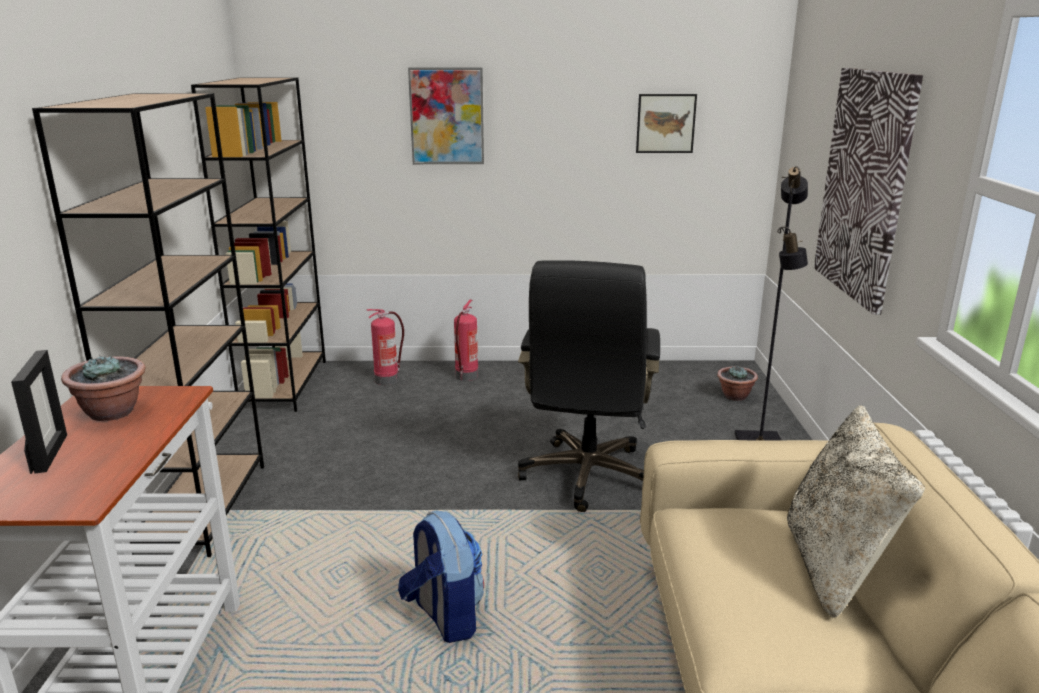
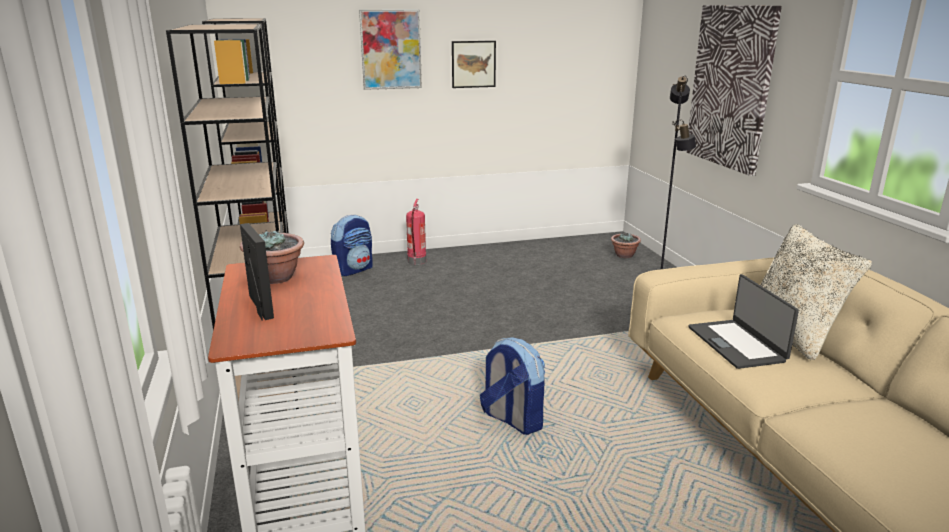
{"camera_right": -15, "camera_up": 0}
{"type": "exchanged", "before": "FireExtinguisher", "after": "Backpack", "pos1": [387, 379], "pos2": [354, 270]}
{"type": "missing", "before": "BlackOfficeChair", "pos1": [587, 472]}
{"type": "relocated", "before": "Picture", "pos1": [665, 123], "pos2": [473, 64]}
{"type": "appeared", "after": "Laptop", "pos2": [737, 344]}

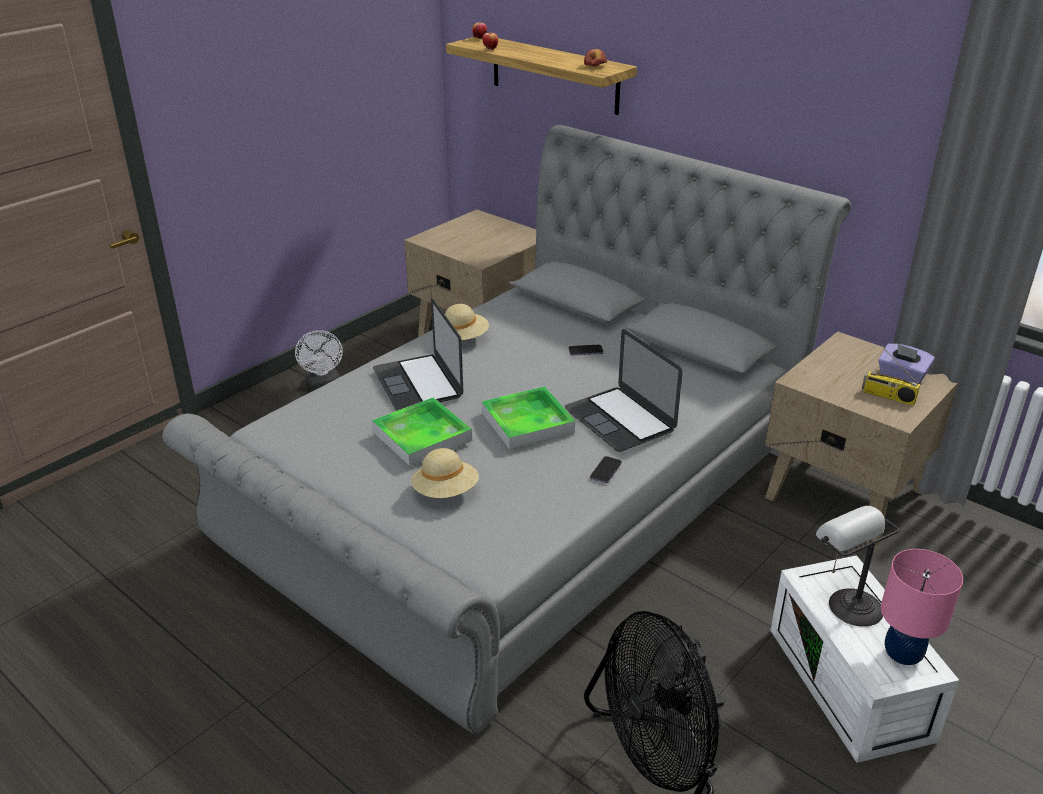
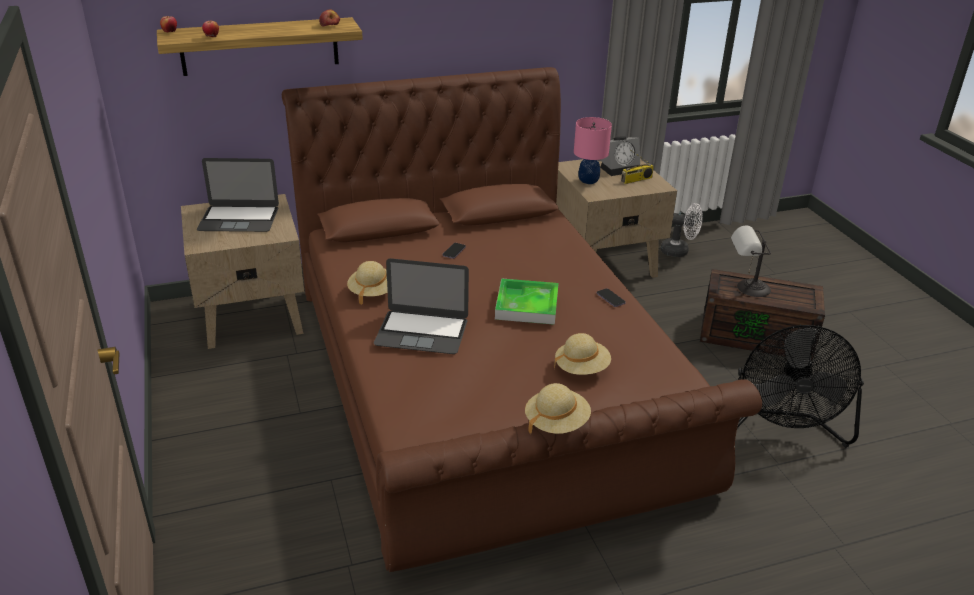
{"camera_right": -60, "camera_up": 0}
{"type": "colour", "before": "GreyBed", "after": "BrownBed", "pos1": [521, 491], "pos2": [484, 378]}
{"type": "relocated", "before": "WhiteFan", "pos1": [323, 385], "pos2": [679, 251]}
{"type": "missing", "before": "Tray", "pos1": [422, 436]}
{"type": "relocated", "before": "Laptop", "pos1": [619, 419], "pos2": [239, 219]}
{"type": "colour", "before": "WhiteStorageBox", "after": "BrownStorageBox", "pos1": [852, 684], "pos2": [757, 335]}
{"type": "exchanged", "before": "PurpleTissueBox", "after": "AlarmClock", "pos1": [901, 376], "pos2": [620, 168]}
{"type": "relocated", "before": "PinkTableLamp", "pos1": [901, 653], "pos2": [587, 181]}
{"type": "appeared", "after": "BeigeHat", "pos2": [556, 422]}

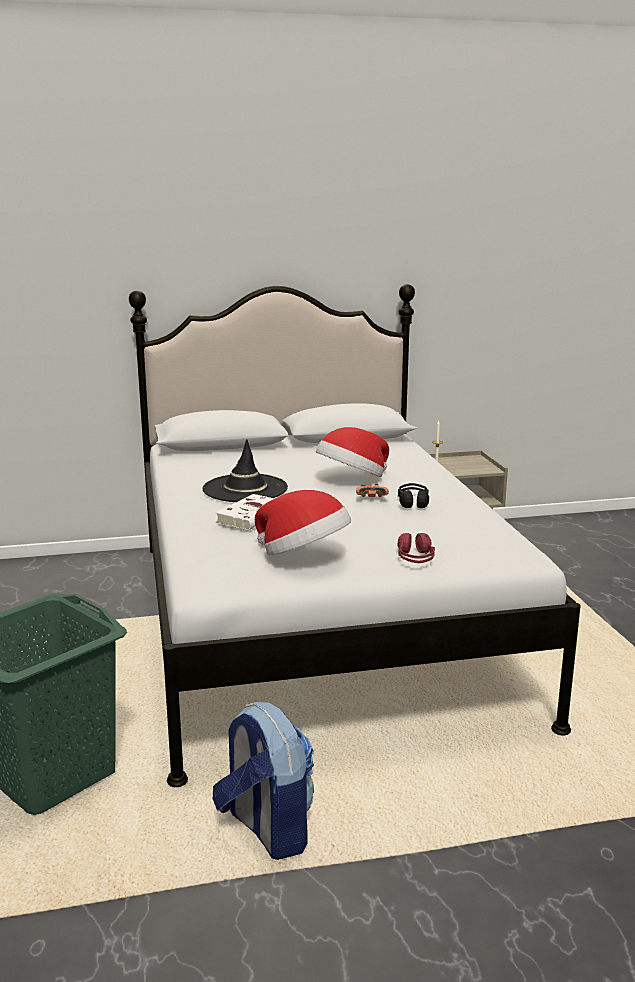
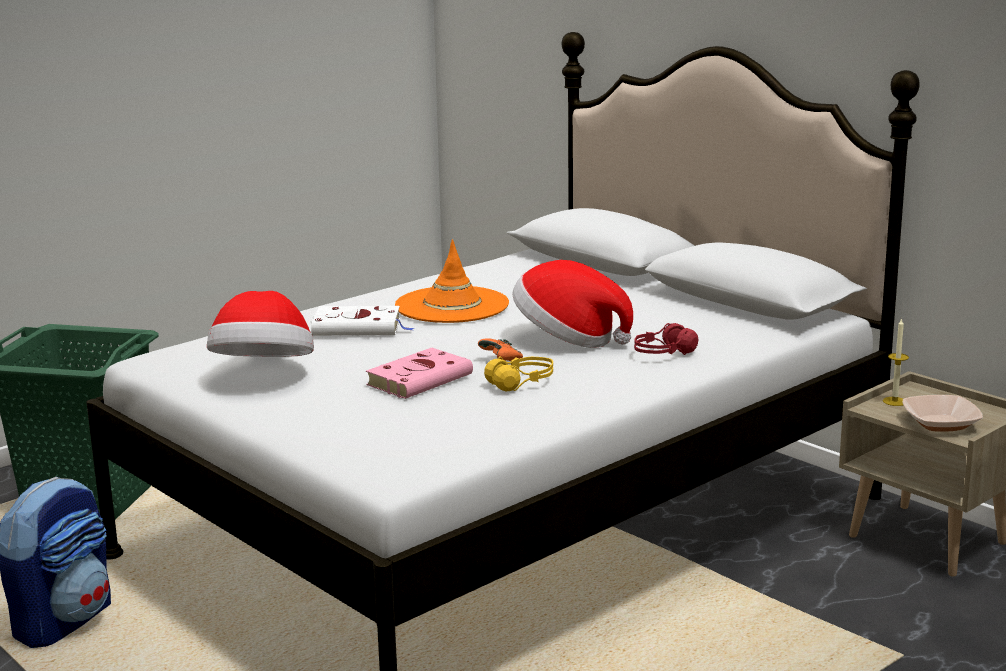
{"camera_right": 60, "camera_up": 0}
{"type": "colour", "before": "BlackHat", "after": "OrangeHat", "pos1": [245, 489], "pos2": [452, 305]}
{"type": "colour", "before": "BlackHeadphones", "after": "YellowHeadphones", "pos1": [413, 502], "pos2": [521, 383]}
{"type": "relocated", "before": "RedHeadphones", "pos1": [415, 559], "pos2": [663, 353]}
{"type": "appeared", "after": "PinkBook", "pos2": [421, 379]}
{"type": "appeared", "after": "Bowl", "pos2": [940, 423]}

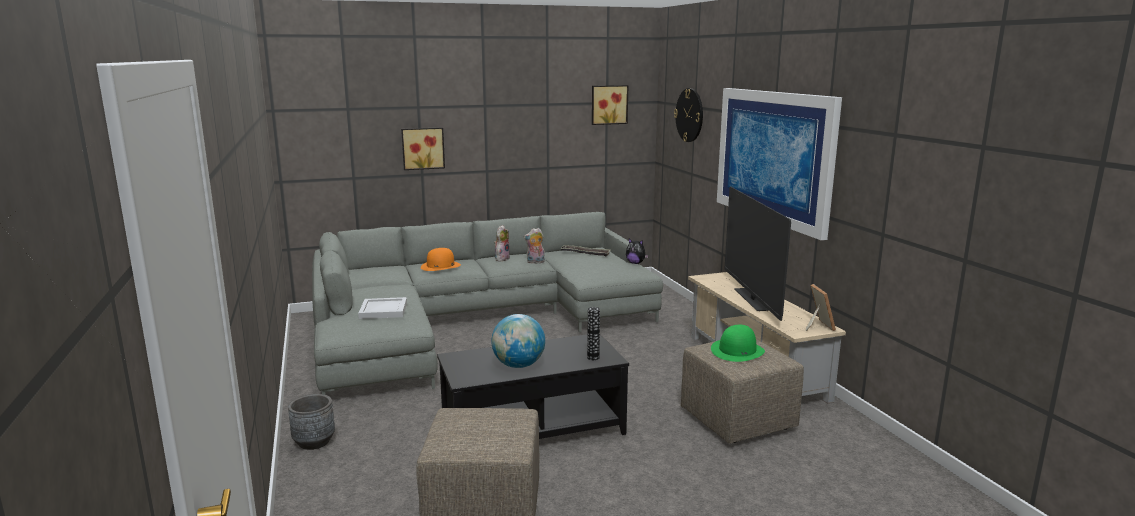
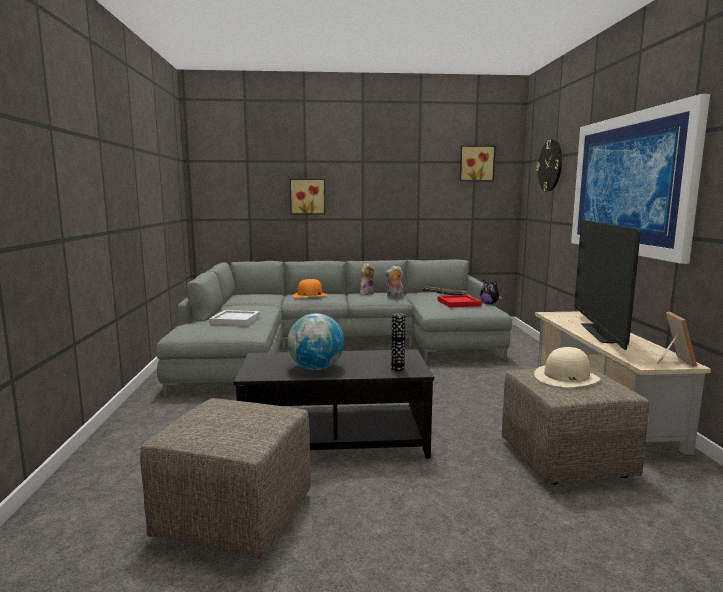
{"camera_right": 15, "camera_up": -5}
{"type": "missing", "before": "GreyPlanter", "pos1": [314, 442]}
{"type": "colour", "before": "GreenHat", "after": "BeigeHat", "pos1": [737, 351], "pos2": [566, 377]}
{"type": "appeared", "after": "RedTray", "pos2": [458, 303]}

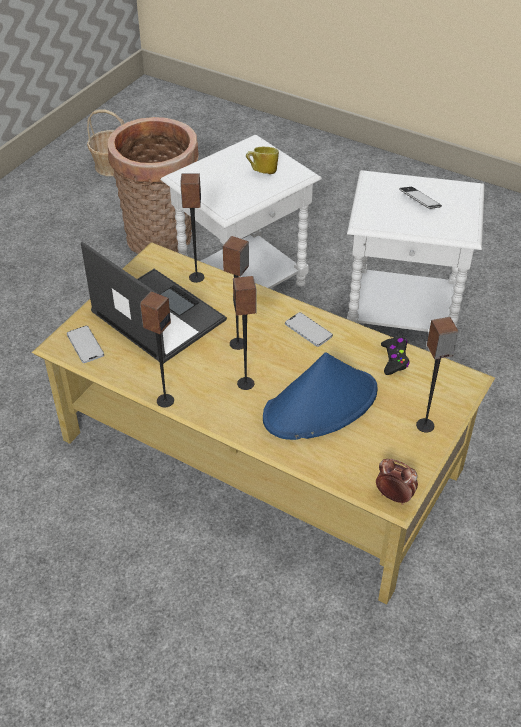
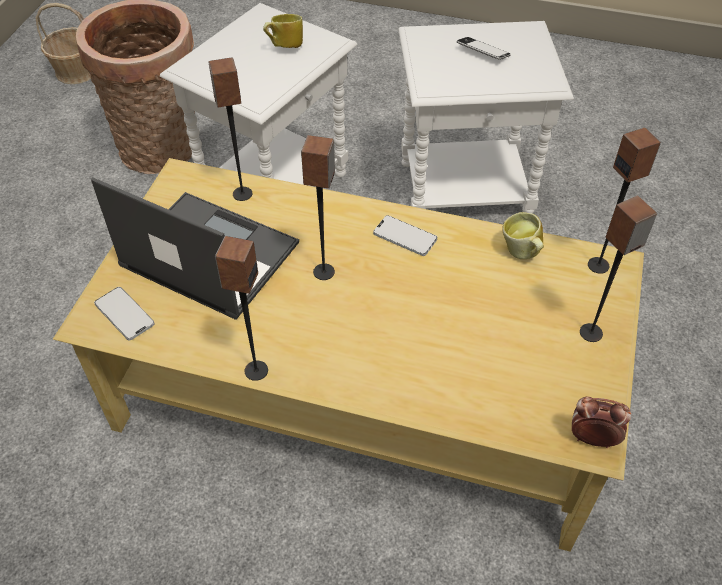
{"camera_right": -15, "camera_up": 5}
{"type": "relocated", "before": "Speaker", "pos1": [246, 383], "pos2": [598, 265]}
{"type": "missing", "before": "BlueHat", "pos1": [321, 405]}
{"type": "exchanged", "before": "BlackGameController", "after": "Mug", "pos1": [394, 359], "pos2": [521, 254]}

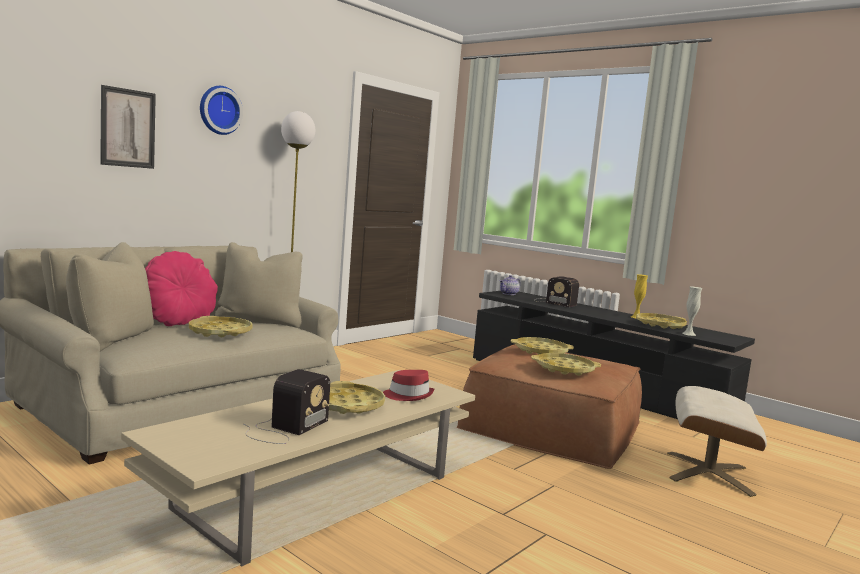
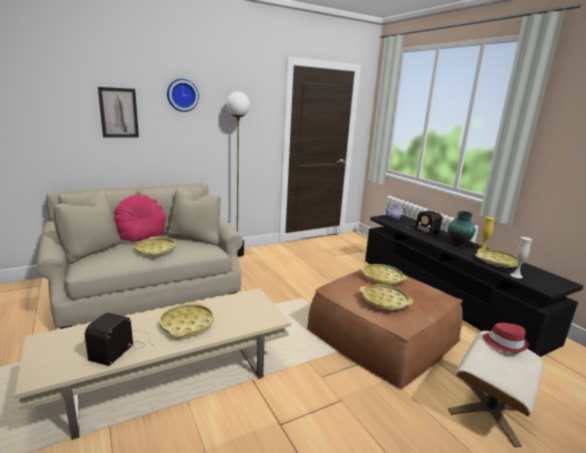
{"camera_right": 20, "camera_up": 10}
{"type": "spun", "before": "Radio", "pos1": [285, 429], "pos2": [123, 345], "turn": 150}
{"type": "relocated", "before": "RedHat", "pos1": [408, 395], "pos2": [505, 343]}
{"type": "appeared", "after": "Vase", "pos2": [458, 244]}

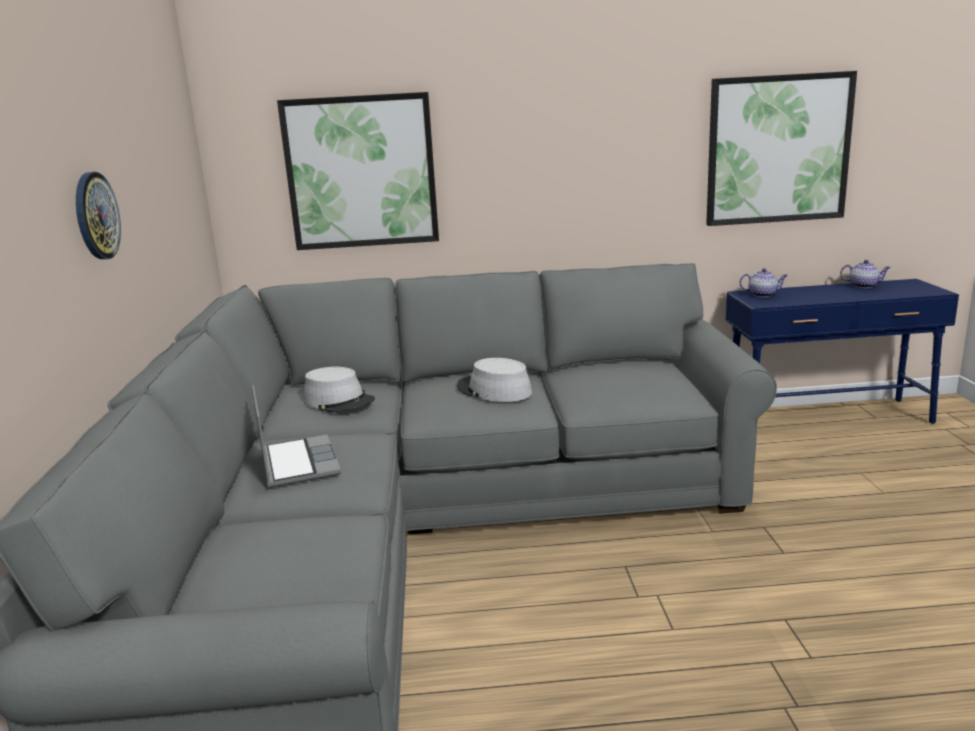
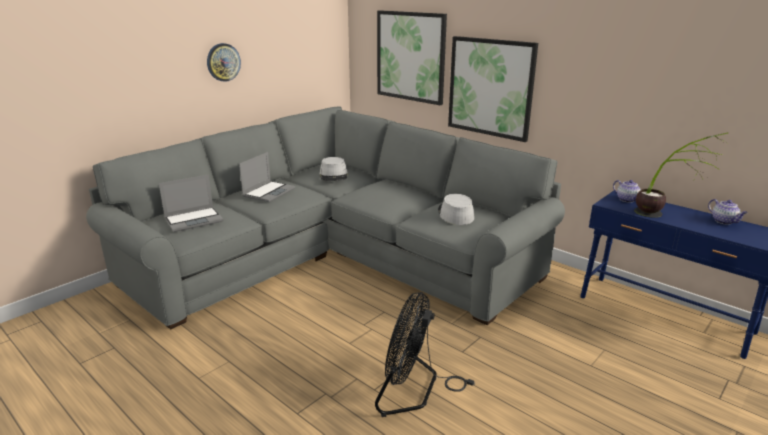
{"camera_right": 45, "camera_up": 5}
{"type": "relocated", "before": "GreyHat", "pos1": [494, 390], "pos2": [455, 214]}
{"type": "relocated", "before": "Picture", "pos1": [778, 149], "pos2": [490, 87]}
{"type": "appeared", "after": "Laptop", "pos2": [194, 220]}
{"type": "appeared", "after": "BlackFan", "pos2": [417, 386]}
{"type": "appeared", "after": "PottedPlant", "pos2": [665, 216]}

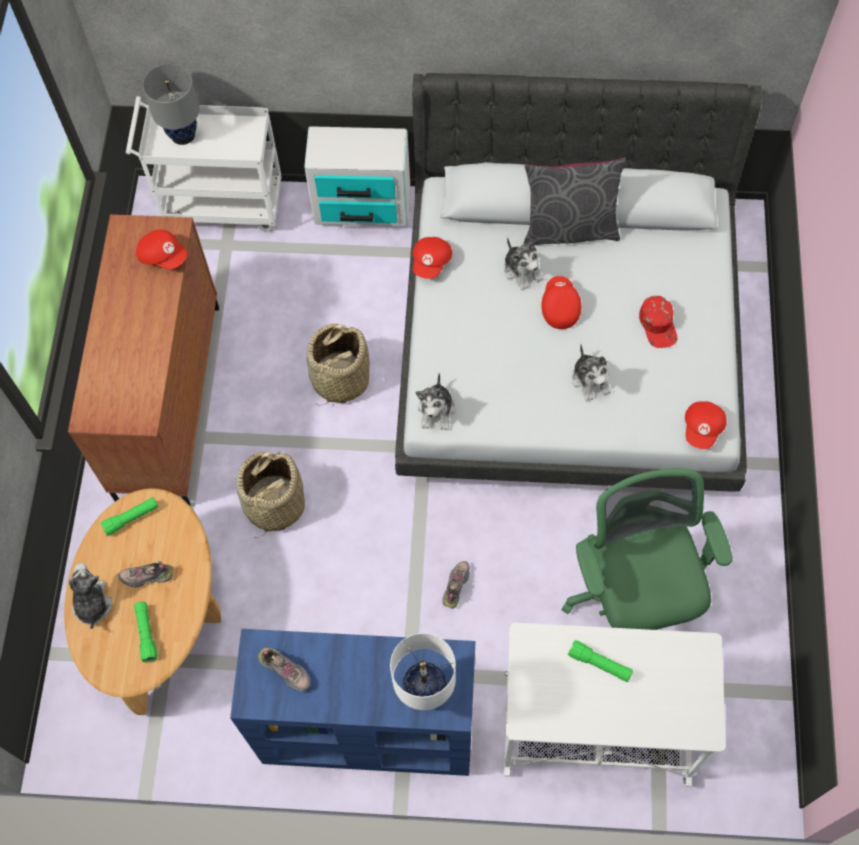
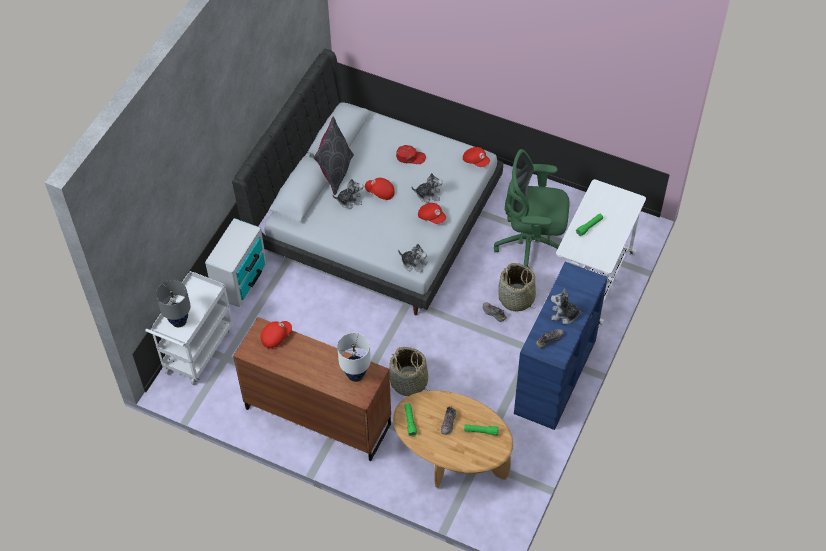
{"camera_right": -70, "camera_up": -10}
{"type": "relocated", "before": "PlushToy", "pos1": [92, 604], "pos2": [564, 315]}
{"type": "relocated", "before": "Basket", "pos1": [340, 379], "pos2": [516, 299]}
{"type": "relocated", "before": "WhiteTableLamp", "pos1": [424, 691], "pos2": [355, 374]}
{"type": "relocated", "before": "RedCap", "pos1": [432, 262], "pos2": [432, 217]}

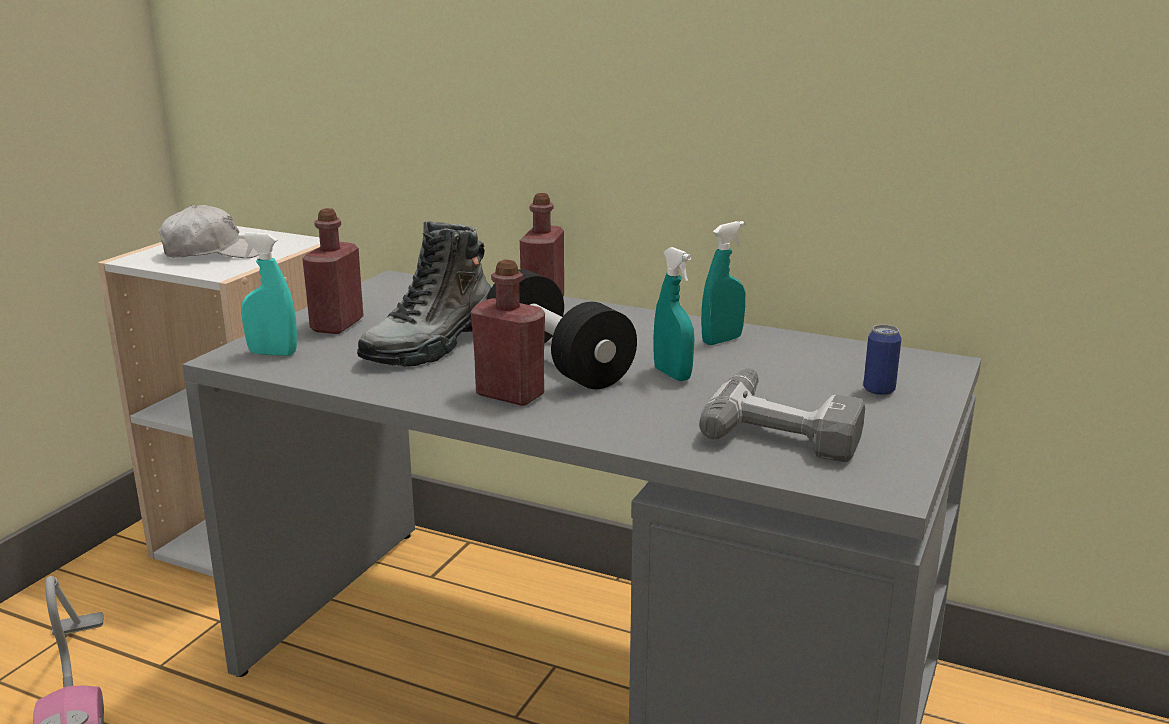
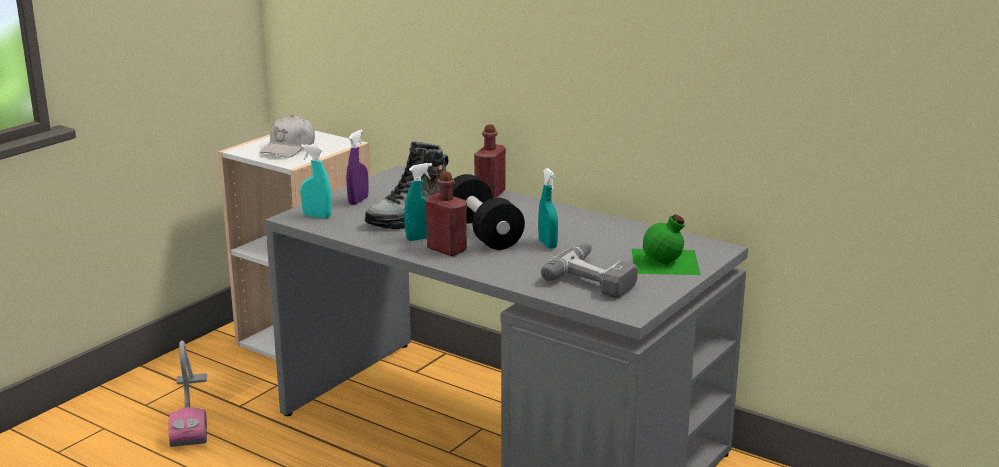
{"camera_right": 10, "camera_up": 0}
{"type": "spun", "before": "WhiteCap", "pos1": [214, 253], "pos2": [289, 148], "turn": 120}
{"type": "exchanged", "before": "RedBottle", "after": "PurpleSprayBottle", "pos1": [337, 325], "pos2": [358, 201]}
{"type": "relocated", "before": "TurquoiseSprayBottle", "pos1": [722, 340], "pos2": [421, 238]}
{"type": "exchanged", "before": "Can", "after": "GreenBottle", "pos1": [879, 390], "pos2": [666, 262]}

